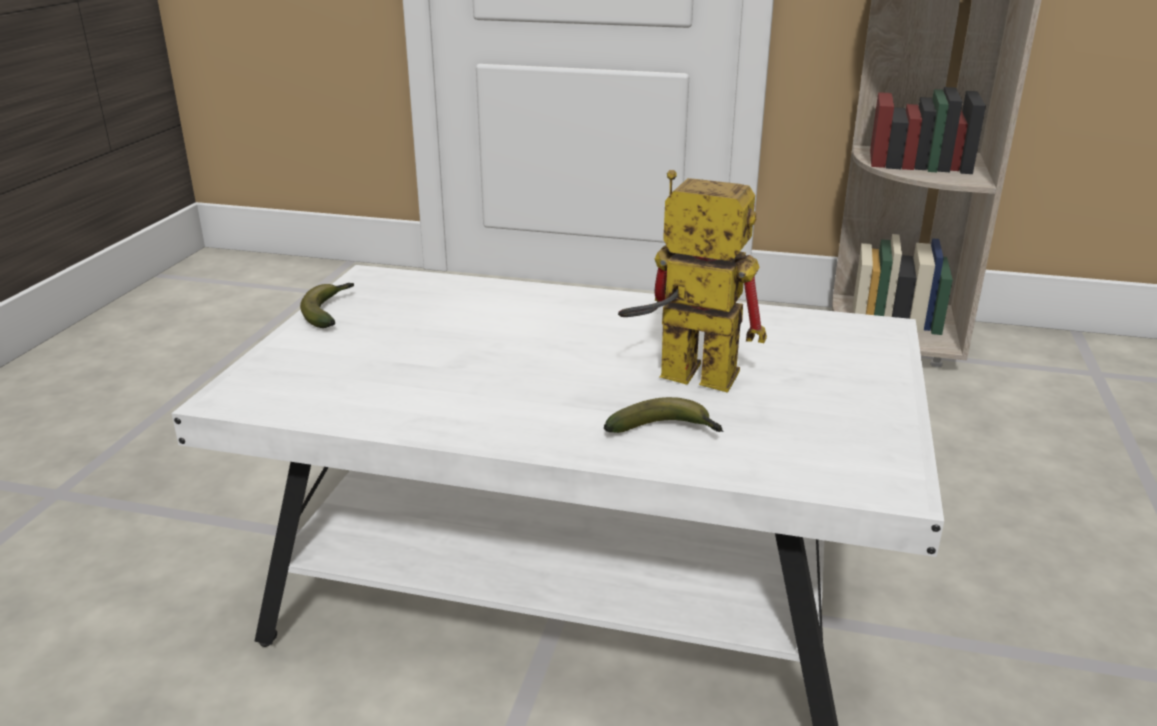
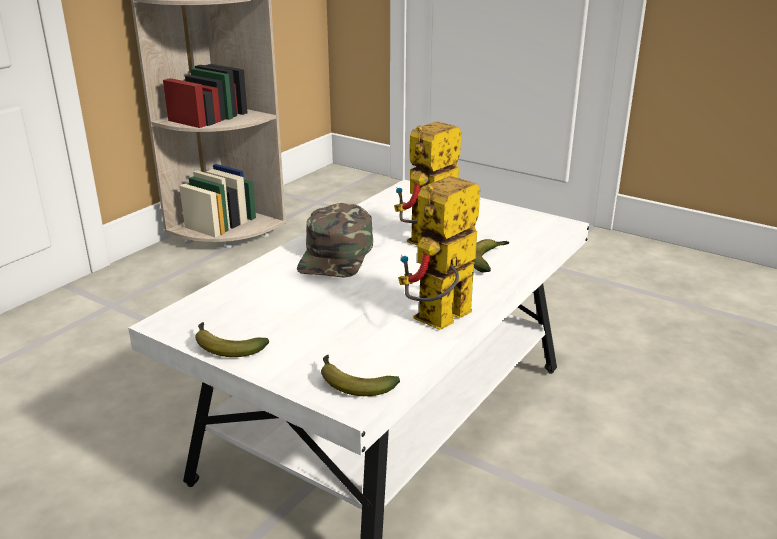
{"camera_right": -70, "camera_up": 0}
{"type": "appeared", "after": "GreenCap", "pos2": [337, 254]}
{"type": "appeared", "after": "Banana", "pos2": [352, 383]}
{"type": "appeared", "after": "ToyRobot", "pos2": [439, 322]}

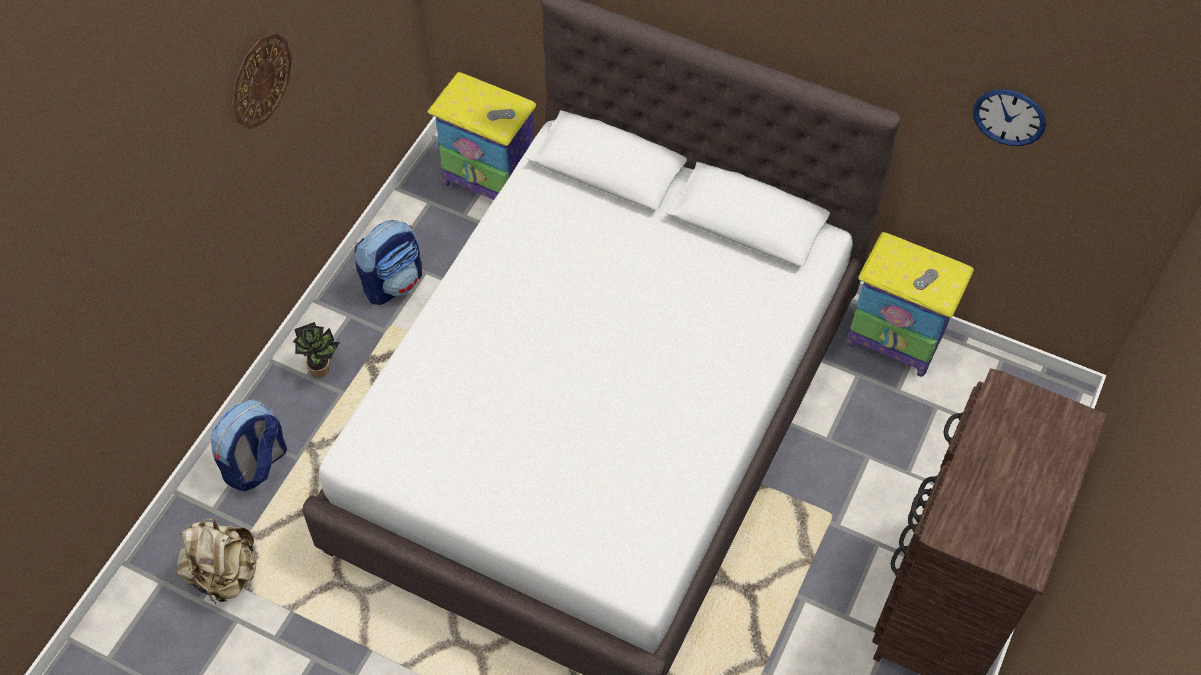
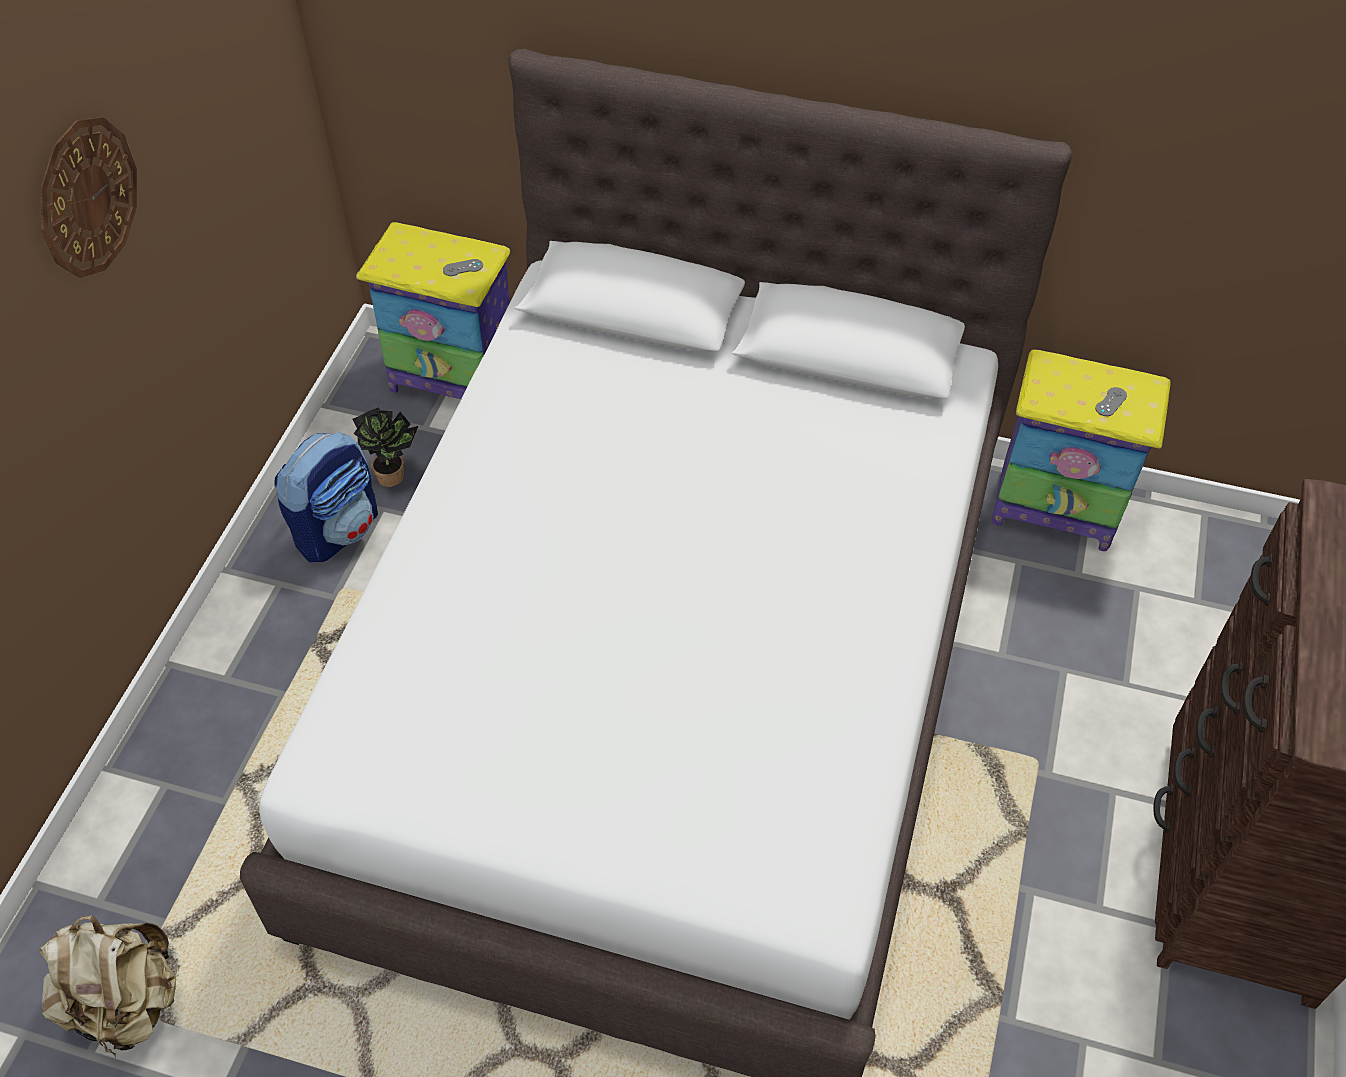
{"camera_right": -10, "camera_up": -5}
{"type": "missing", "before": "Backpack", "pos1": [256, 465]}
{"type": "relocated", "before": "PottedPlant", "pos1": [323, 369], "pos2": [395, 476]}
{"type": "missing", "before": "WallClock", "pos1": [1009, 117]}

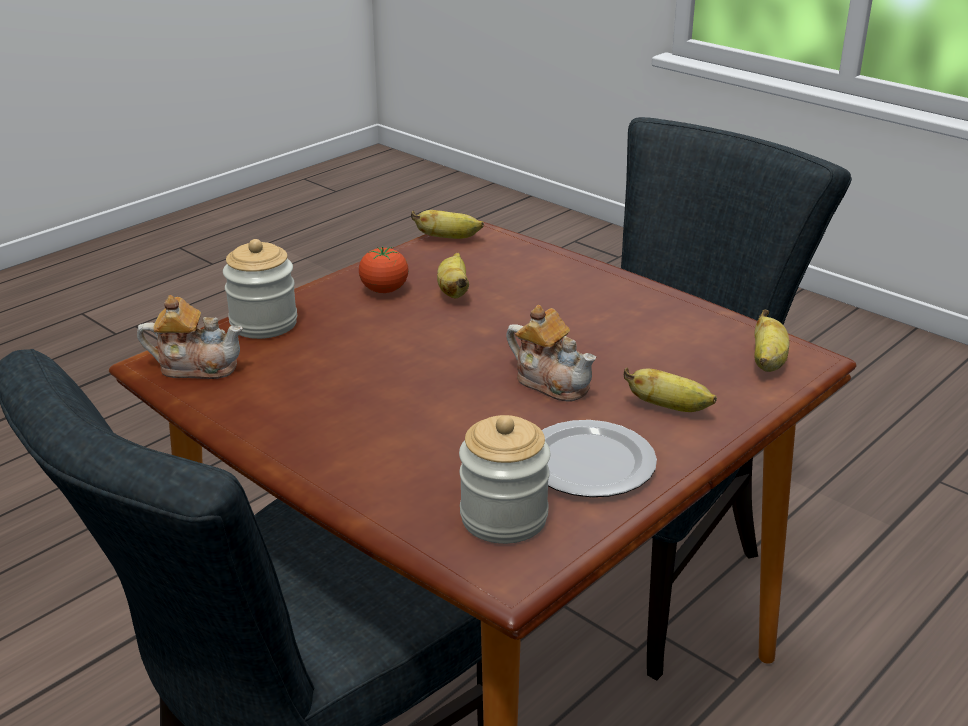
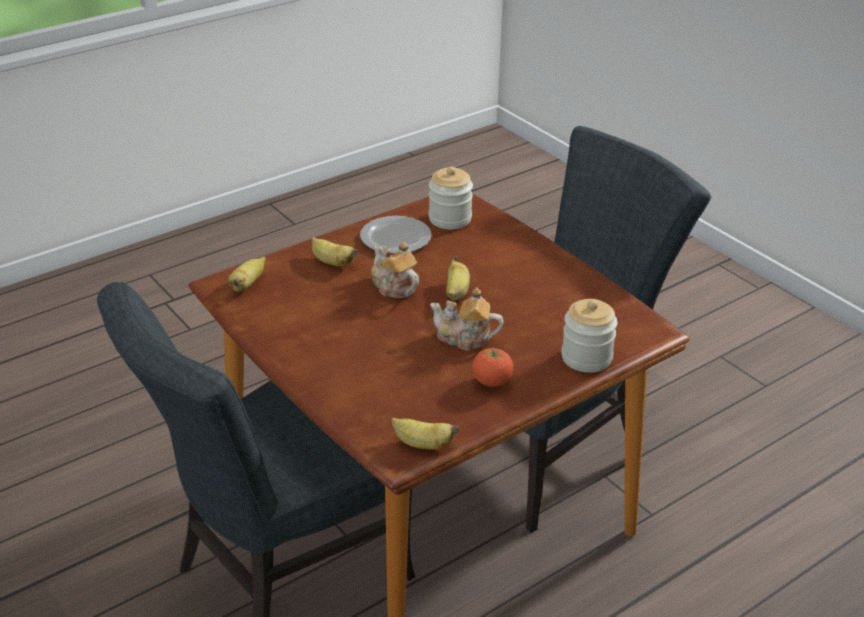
{"camera_right": -170, "camera_up": 5}
{"type": "relocated", "before": "Teapot", "pos1": [196, 366], "pos2": [464, 338]}
{"type": "relocated", "before": "Banana", "pos1": [453, 291], "pos2": [456, 292]}

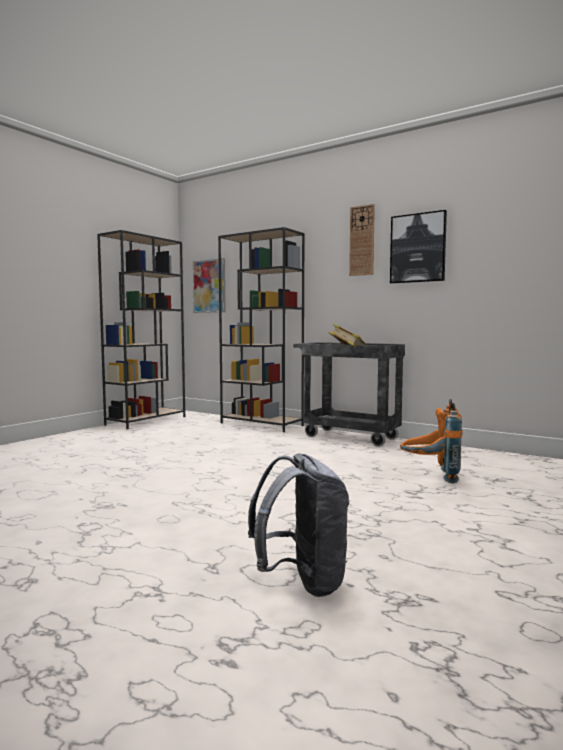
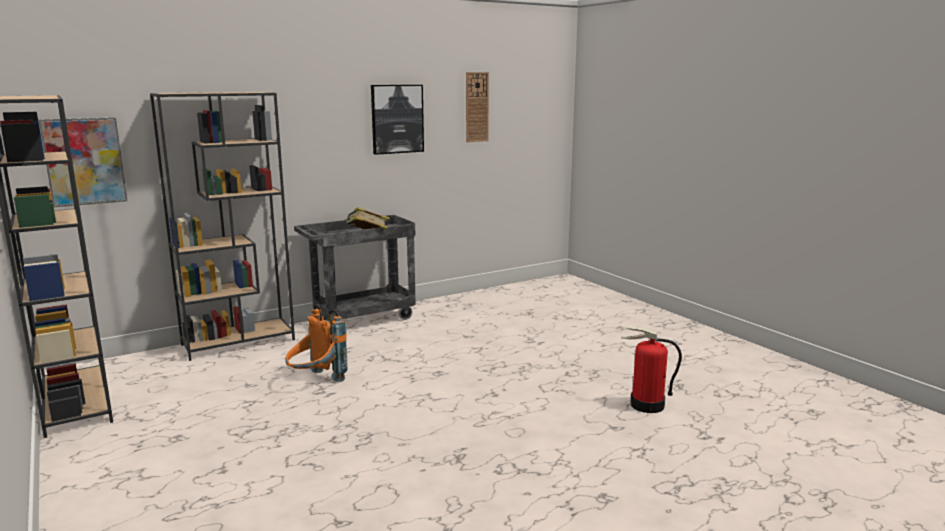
{"camera_right": -65, "camera_up": 10}
{"type": "exchanged", "before": "GreyBackpack", "after": "FireExtinguisher", "pos1": [302, 582], "pos2": [647, 405]}
{"type": "relocated", "before": "WallClock", "pos1": [362, 240], "pos2": [476, 107]}
{"type": "relocated", "before": "OrangeBackpack", "pos1": [430, 476], "pos2": [316, 382]}

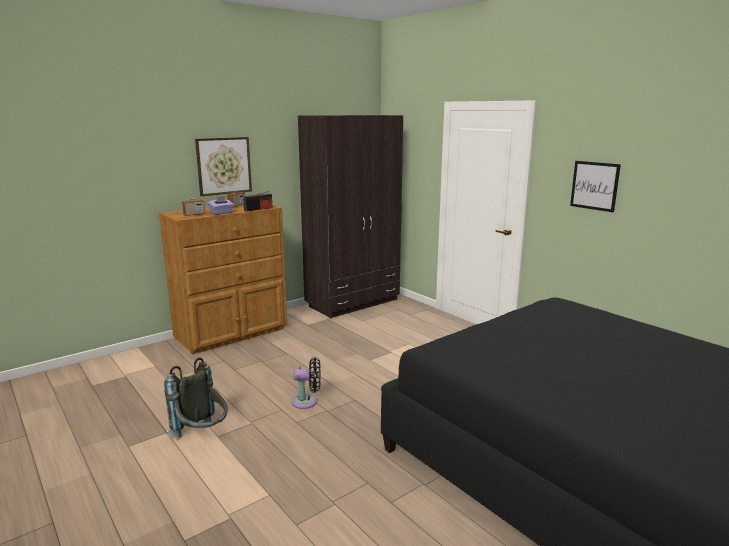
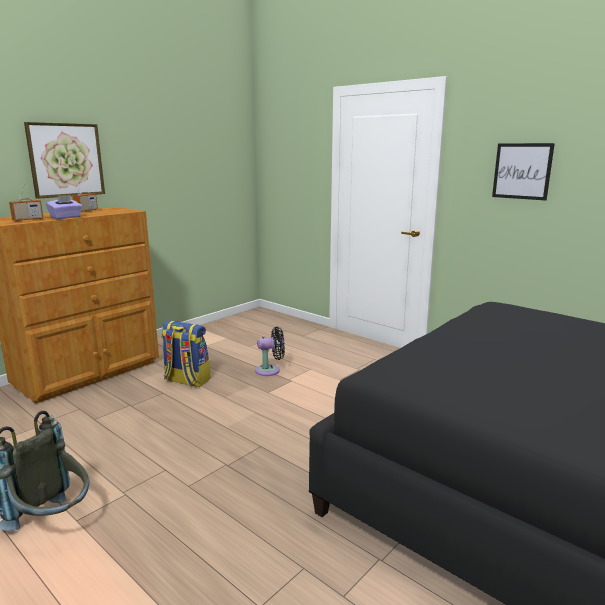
{"camera_right": -10, "camera_up": 0}
{"type": "missing", "before": "Radio", "pos1": [258, 209]}
{"type": "relocated", "before": "BlackFan", "pos1": [307, 402], "pos2": [270, 370]}
{"type": "missing", "before": "BrownWardrobe", "pos1": [353, 303]}
{"type": "appeared", "after": "Backpack", "pos2": [186, 380]}

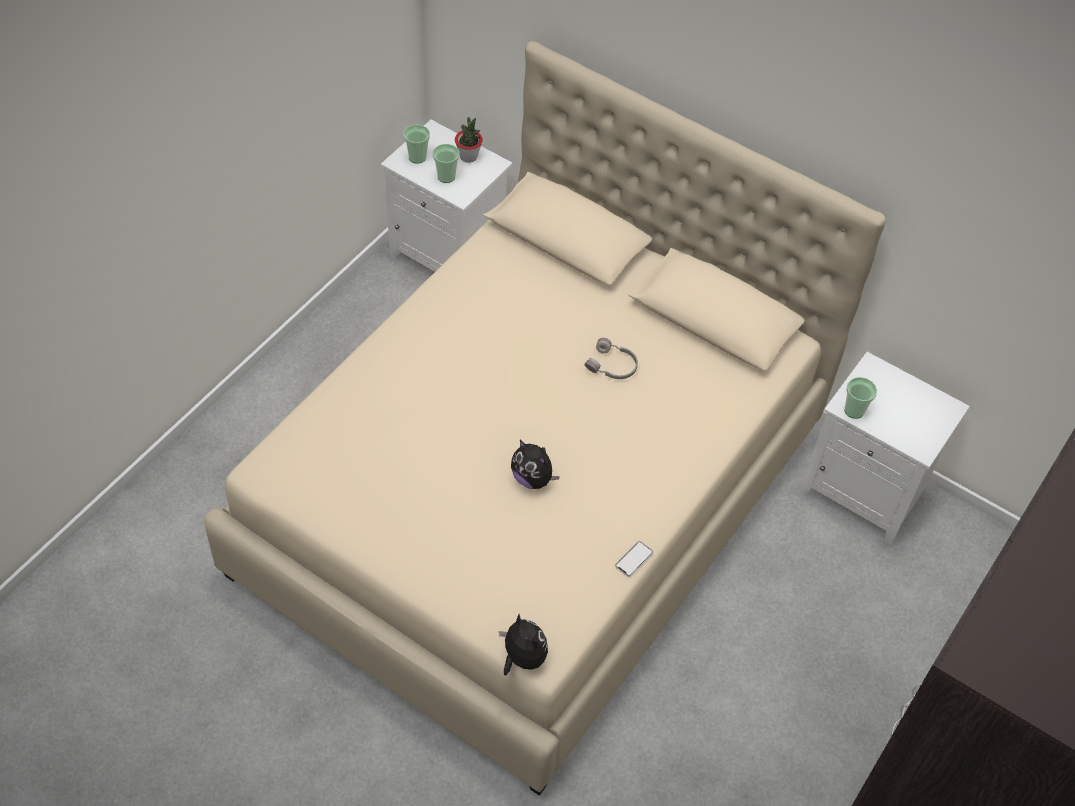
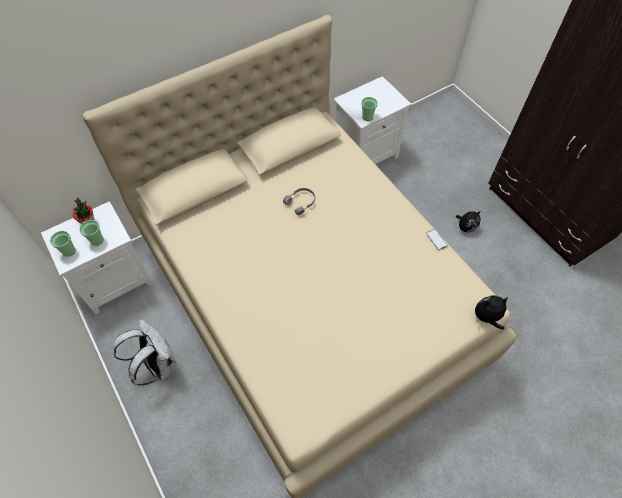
{"camera_right": -65, "camera_up": 5}
{"type": "relocated", "before": "PlushToy", "pos1": [533, 478], "pos2": [466, 227]}
{"type": "appeared", "after": "WhiteBackpack", "pos2": [157, 364]}

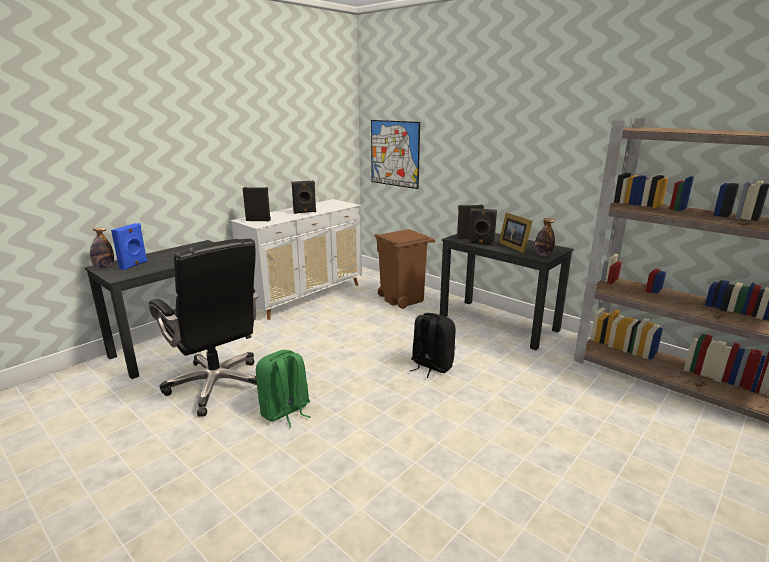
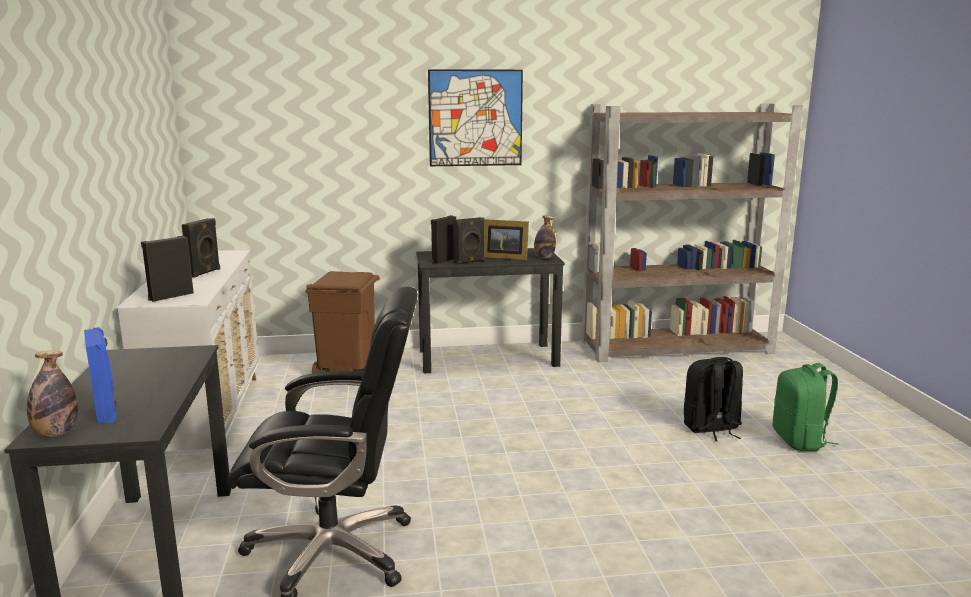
{"camera_right": -50, "camera_up": -5}
{"type": "relocated", "before": "GreenBackpack", "pos1": [285, 411], "pos2": [800, 441]}
{"type": "relocated", "before": "Picture", "pos1": [394, 153], "pos2": [475, 118]}
{"type": "relocated", "before": "BlackBackpack", "pos1": [431, 366], "pos2": [711, 428]}

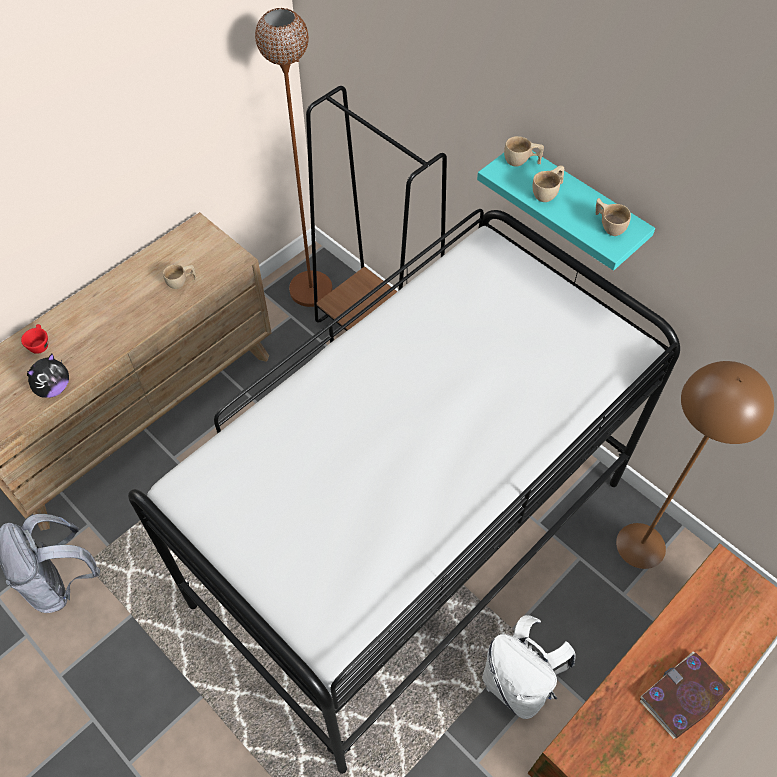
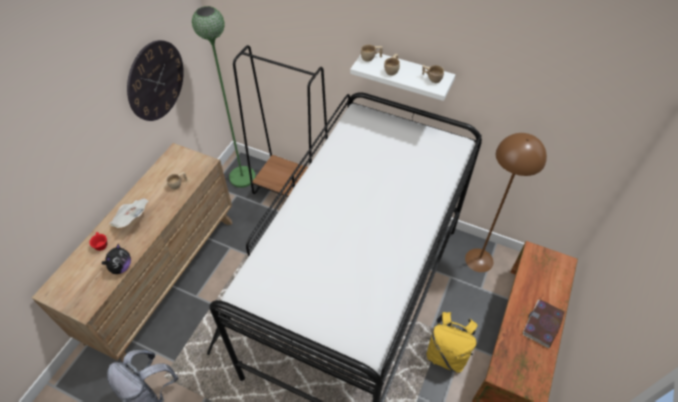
{"camera_right": -20, "camera_up": -5}
{"type": "colour", "before": "BrownFloorLamp", "after": "GreenFloorLamp", "pos1": [311, 289], "pos2": [242, 177]}
{"type": "colour", "before": "TurquoiseShelf", "after": "WhiteShelf", "pos1": [578, 205], "pos2": [407, 75]}
{"type": "colour", "before": "WhiteBackpack", "after": "YellowBackpack", "pos1": [519, 681], "pos2": [446, 354]}
{"type": "appeared", "after": "Newspaper", "pos2": [132, 219]}
{"type": "appeared", "after": "WallClock", "pos2": [155, 81]}

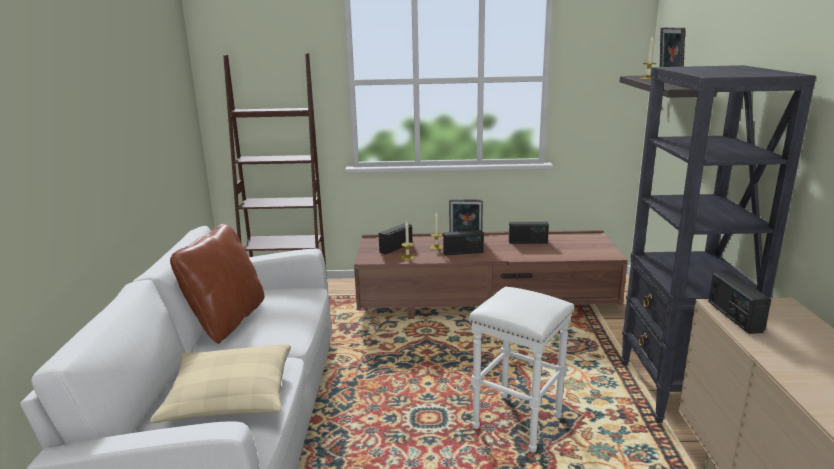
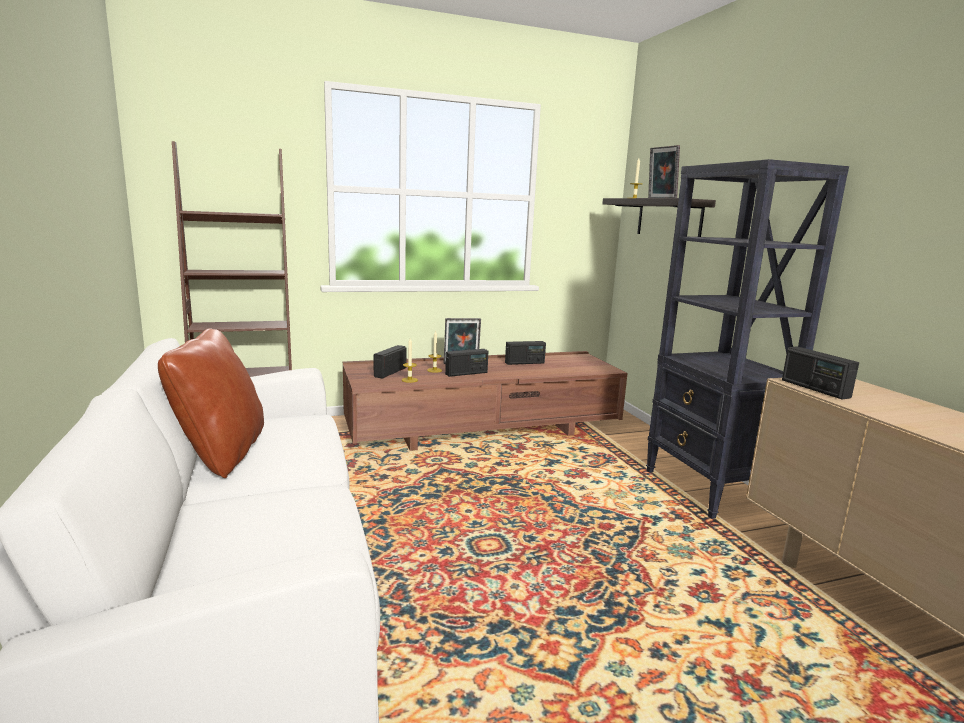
{"camera_right": -20, "camera_up": -5}
{"type": "missing", "before": "BeigePillow", "pos1": [229, 395]}
{"type": "missing", "before": "WhiteStool", "pos1": [519, 421]}

